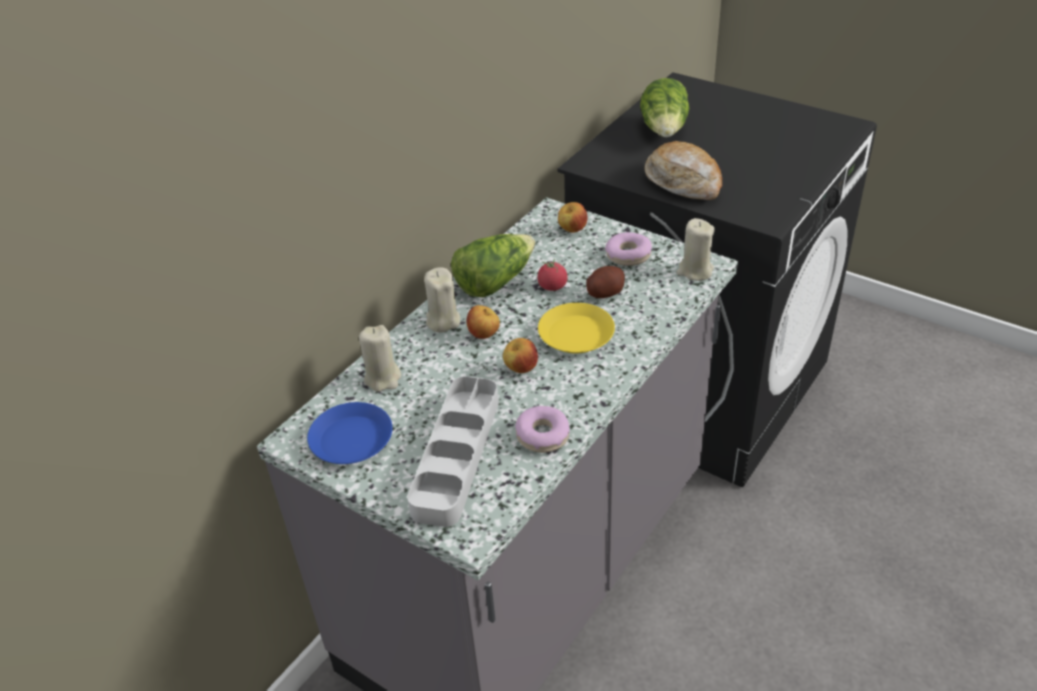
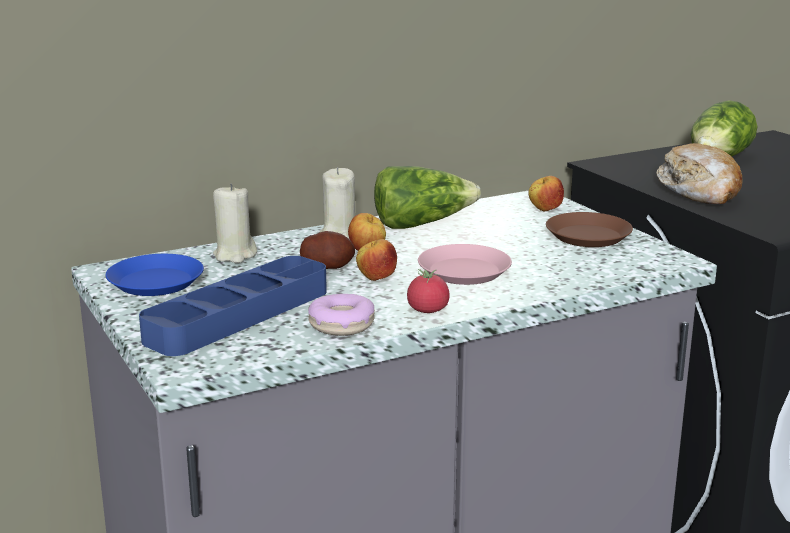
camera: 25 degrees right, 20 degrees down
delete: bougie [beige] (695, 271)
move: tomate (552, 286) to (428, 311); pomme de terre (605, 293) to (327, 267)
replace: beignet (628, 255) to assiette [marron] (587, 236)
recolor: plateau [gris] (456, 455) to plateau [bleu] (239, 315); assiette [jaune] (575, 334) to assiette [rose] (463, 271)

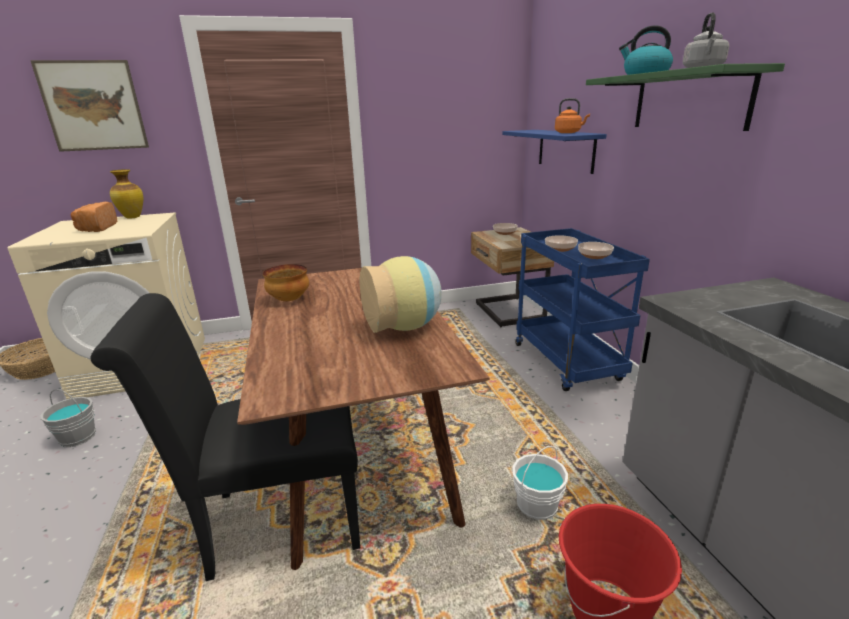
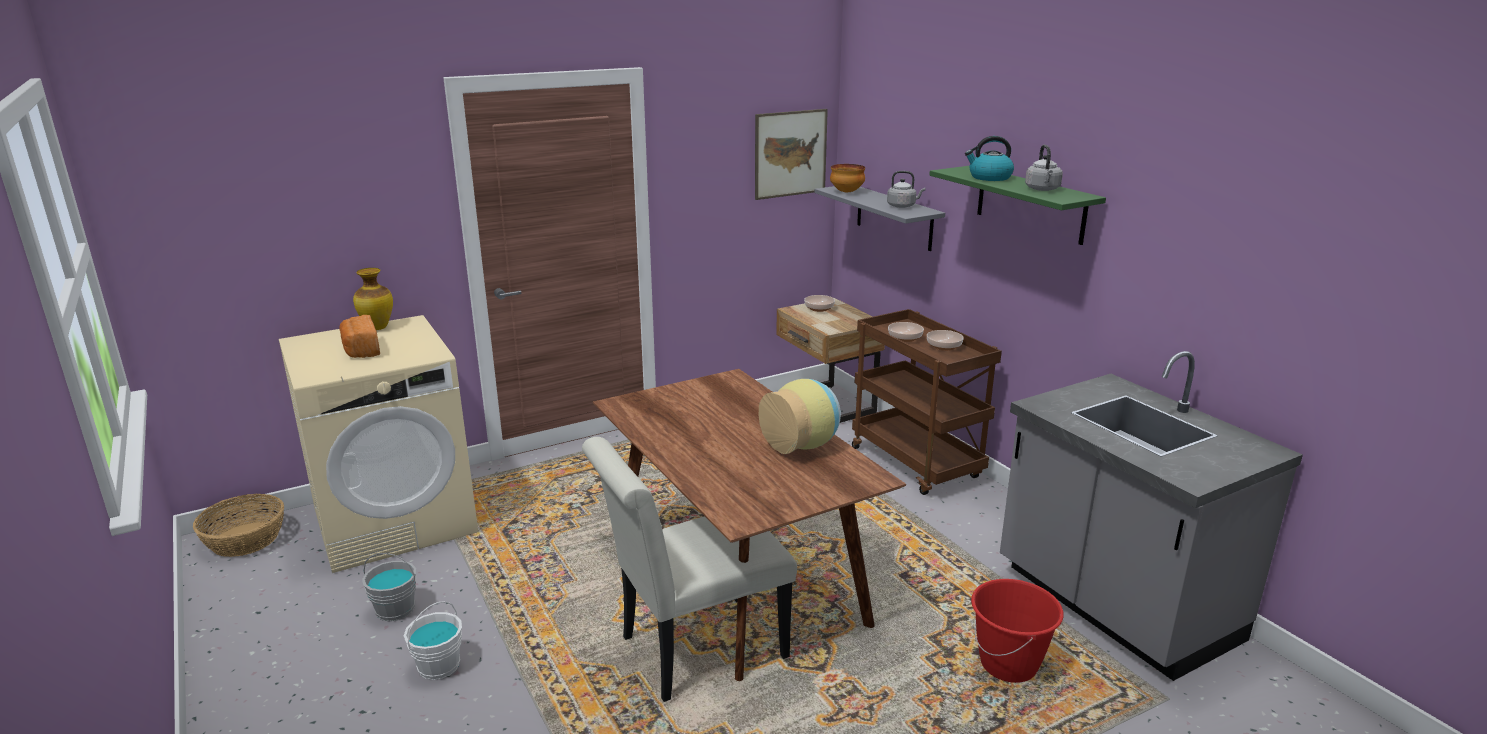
camera: 15 degrees left, 0 degrees up
move: tableau (93, 106) to (790, 153); bol (288, 300) to (846, 192); seau [blanc] (536, 505) to (438, 665)
recolor: chaise [noir] (274, 522) to chaise [blanc] (693, 651); étagère [bleu] (565, 150) to étagère [gris] (894, 217); chariot [bleu] (568, 363) to chariot [marron] (917, 464); bouilloire [orange] (569, 133) to bouilloire [gris] (902, 206)

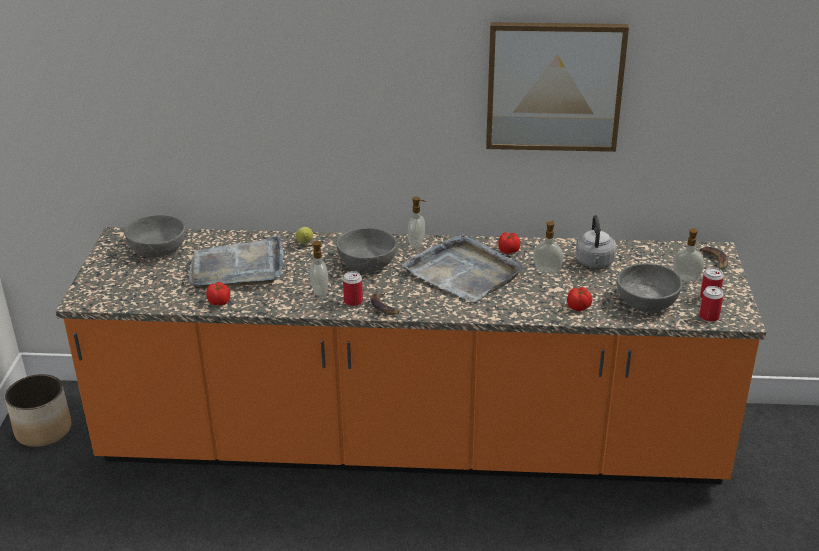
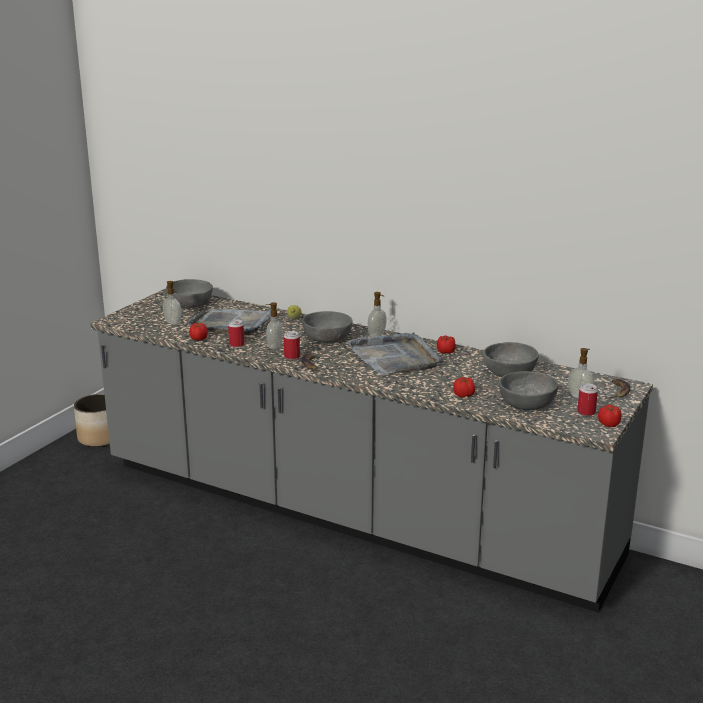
camera: 25 degrees right, 10 degrees down
delete: tableau (554, 86)
insert: tomate (609, 424)
move: distributeur de savon (547, 270) to (173, 322); boîte métallique (709, 317) to (236, 345)
replace: bouilloire [gris] (594, 263) to bol [gris] (509, 372)
recolor: comptoir de cuisine [orange] (411, 442) to comptoir de cuisine [gris] (351, 512)

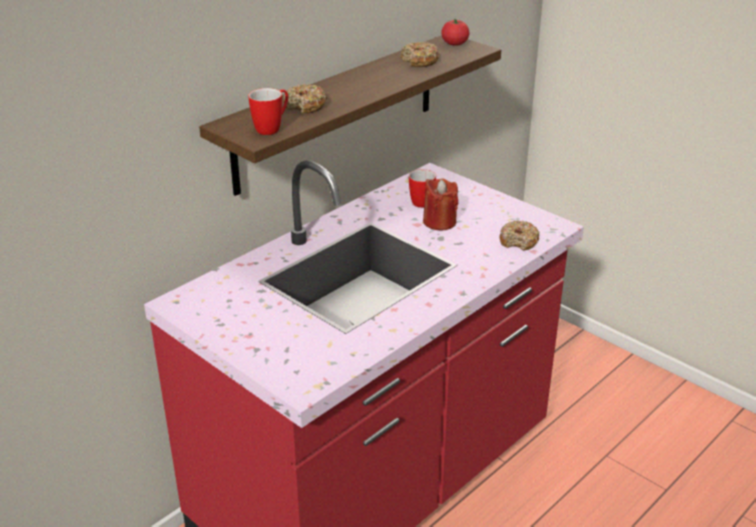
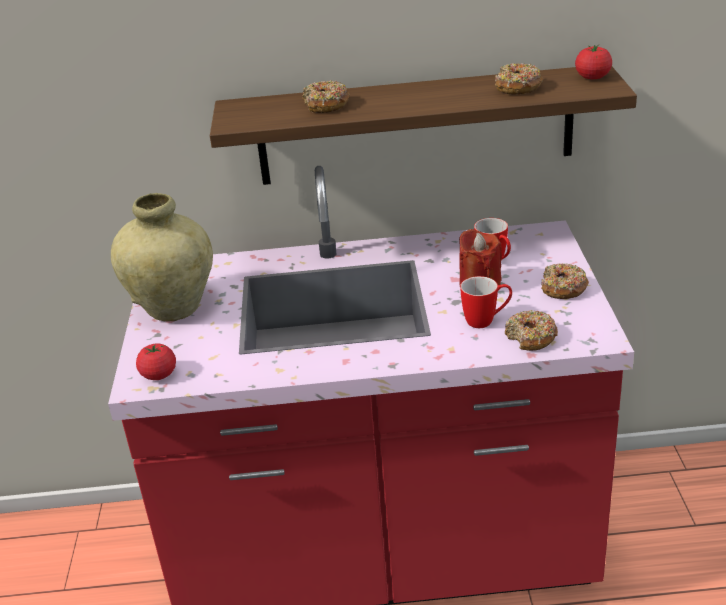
camera: 45 degrees right, 0 degrees up
insert: vase [beige] (173, 308); tomate (159, 375); beignet (563, 288)
move: mug (272, 128) to (486, 321)

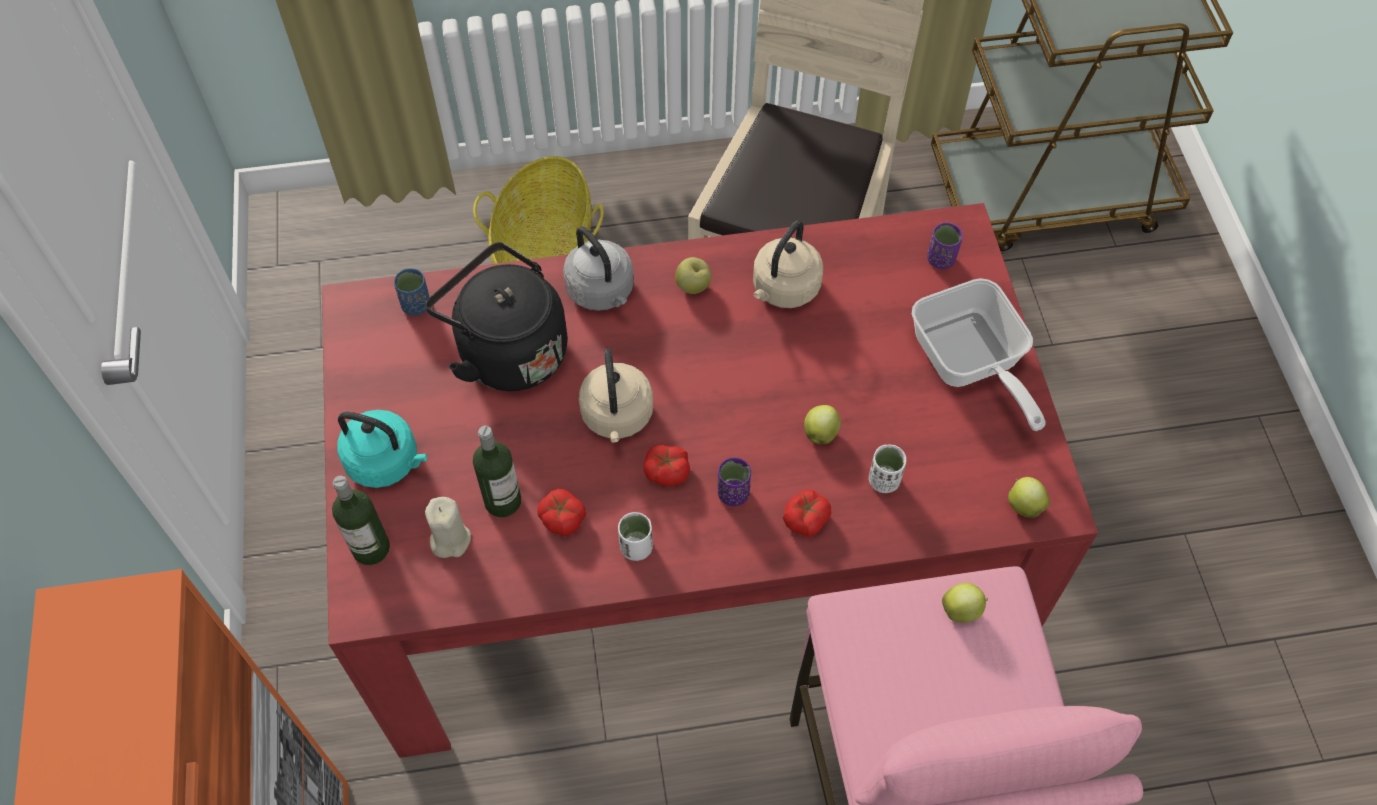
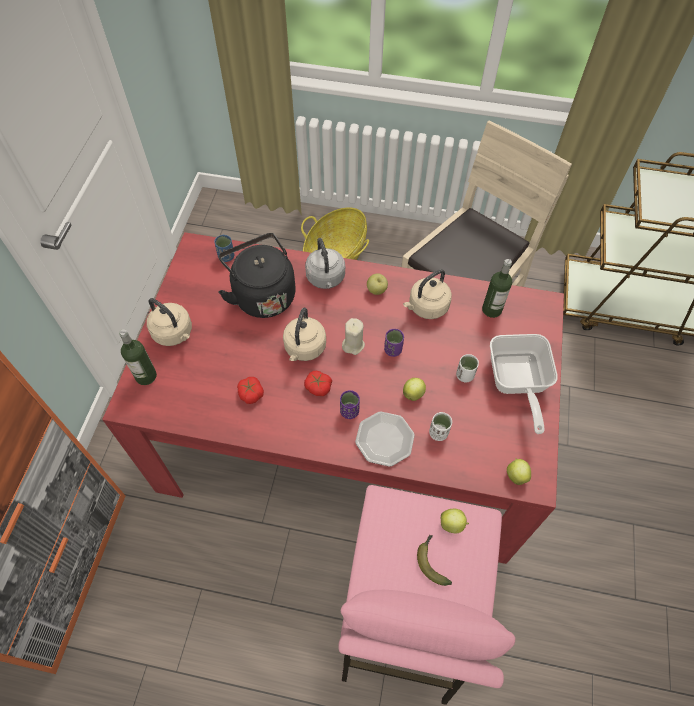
camera: 20 degrees right, 0 degrees up
insert: banane (431, 561)
move: bougie [beige] (450, 539) to (353, 344); bouteille (503, 501) to (491, 309); tasse [blanc] (636, 547) to (464, 375); tasse [violet] (941, 260) to (393, 350)
replace: tomate (805, 519) to assiette (384, 439)
recolor: bouilloire [turquoise] (386, 462) to bouilloire [beige] (174, 333)

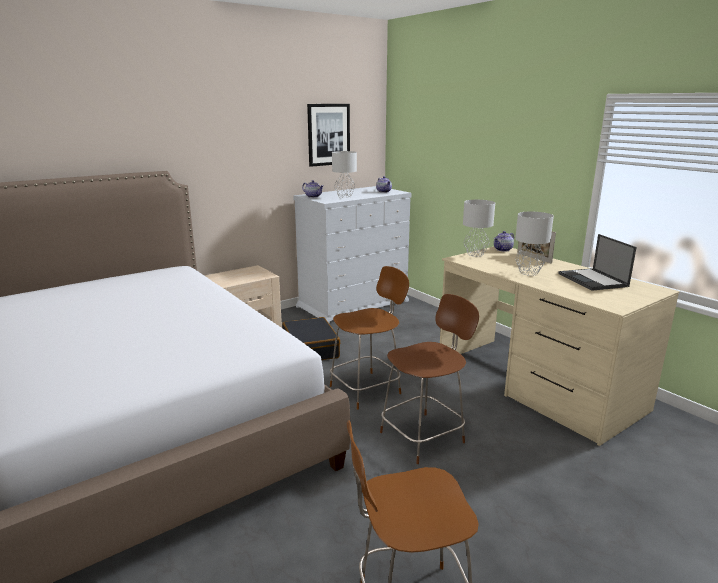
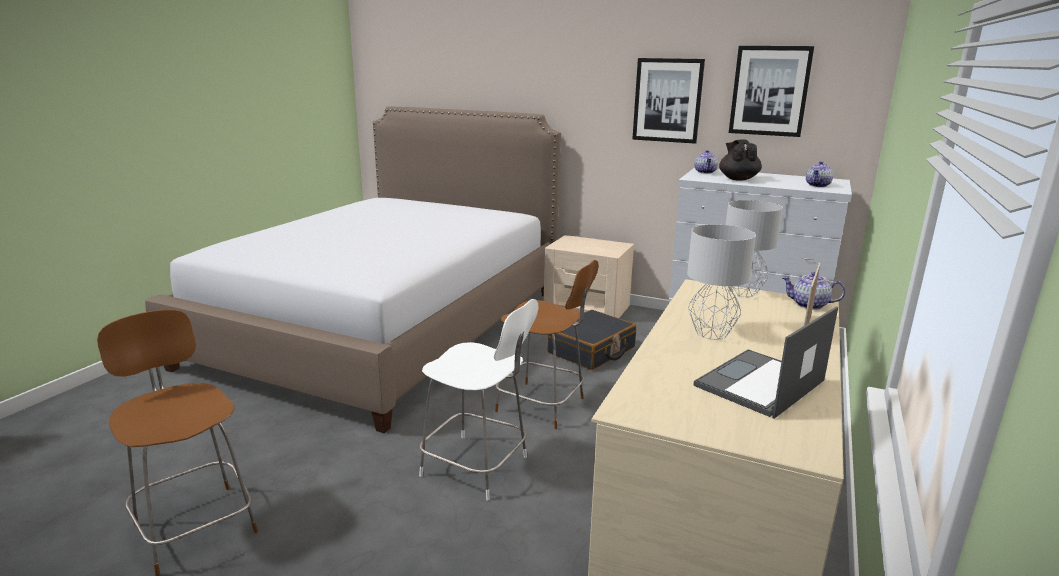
camera: 60 degrees right, 0 degrees up
insert: tableau (667, 100)
replace: lampe de table [gris] (344, 196) to théière [noir] (738, 179)
recolor: chaise [marron] (424, 436) to chaise [blanc] (478, 467)

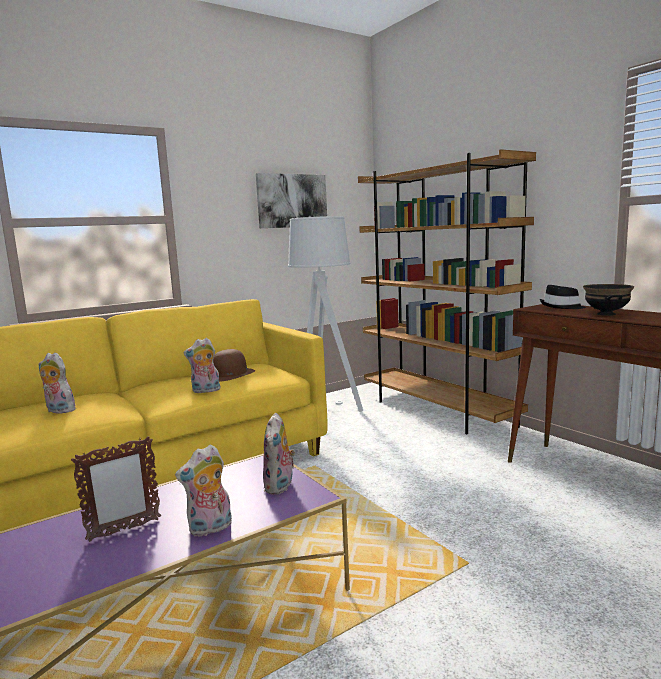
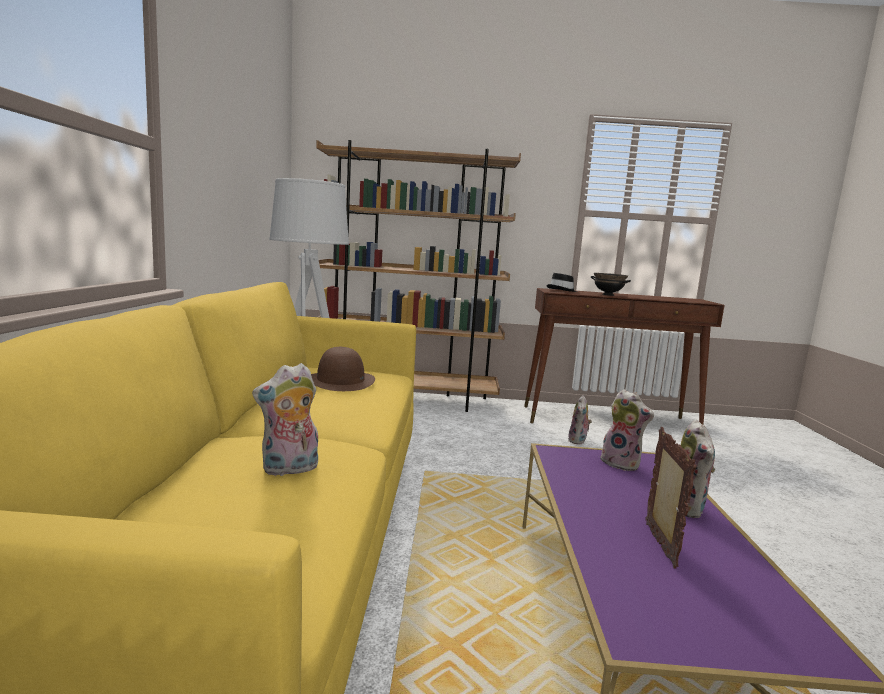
camera: 55 degrees left, 0 degrees up
delete: tableau (292, 201)
move: peluche (205, 391) to (578, 441)

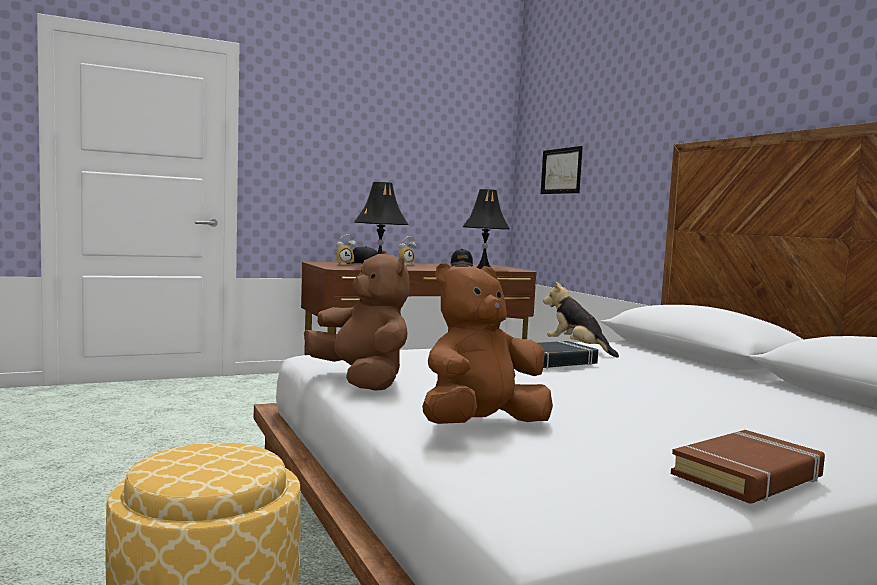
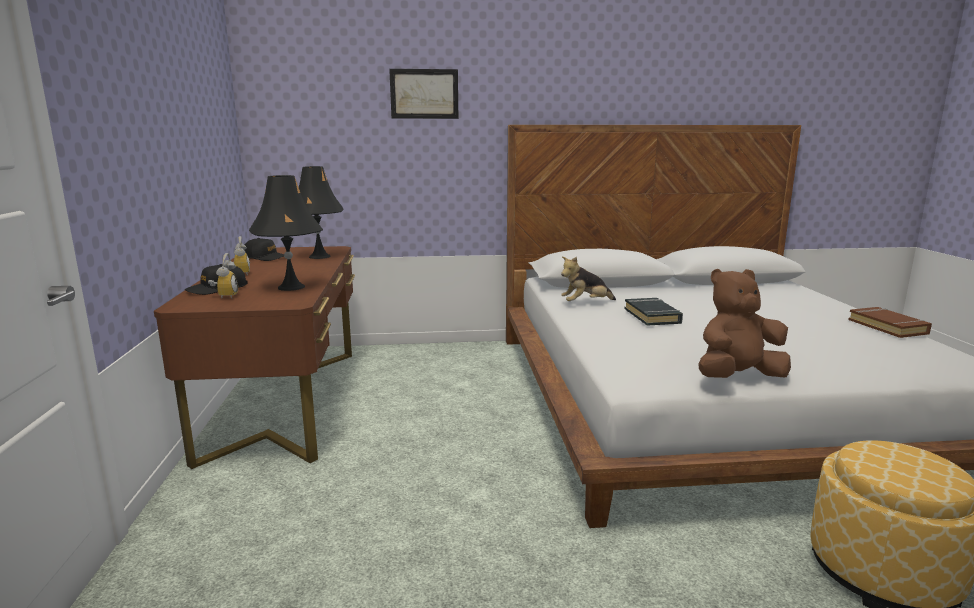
camera: 70 degrees left, 10 degrees up
delete: peluche [marron] (481, 426)
move: tableau (561, 171) to (424, 94)

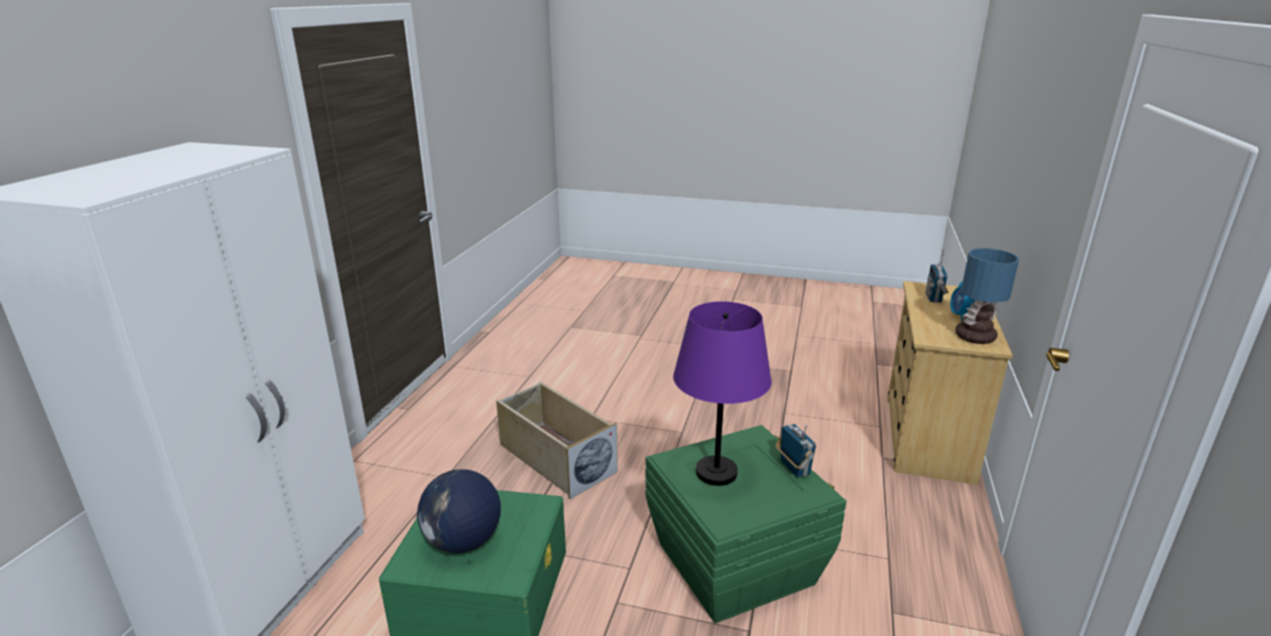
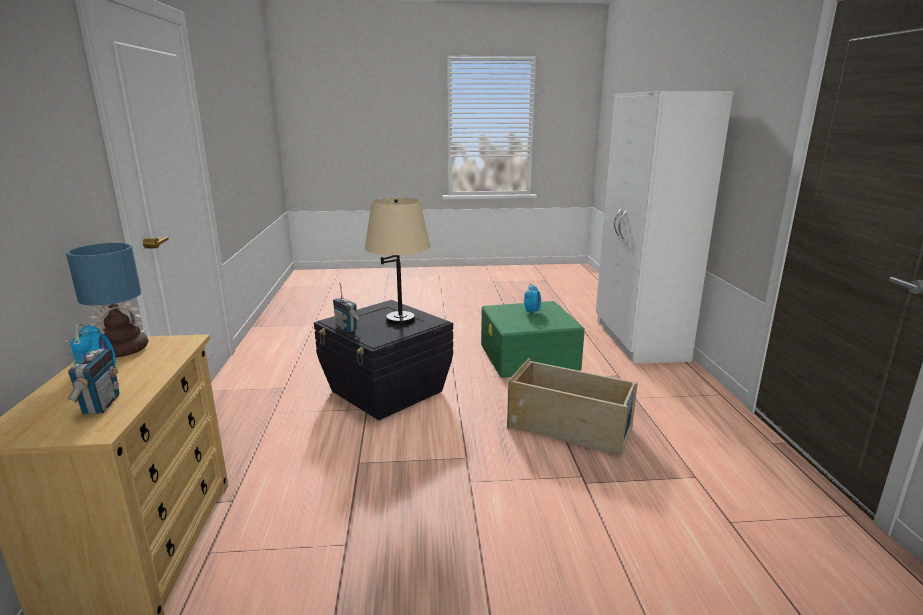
camera: 160 degrees right, 5 degrees down
replace: globe (463, 542) to réveil (532, 312)
recolor: boîte de rangement [vert] (735, 562) to boîte de rangement [noir] (386, 391); lampe de table [violet] (716, 473) to lampe de table [beige] (400, 319)

